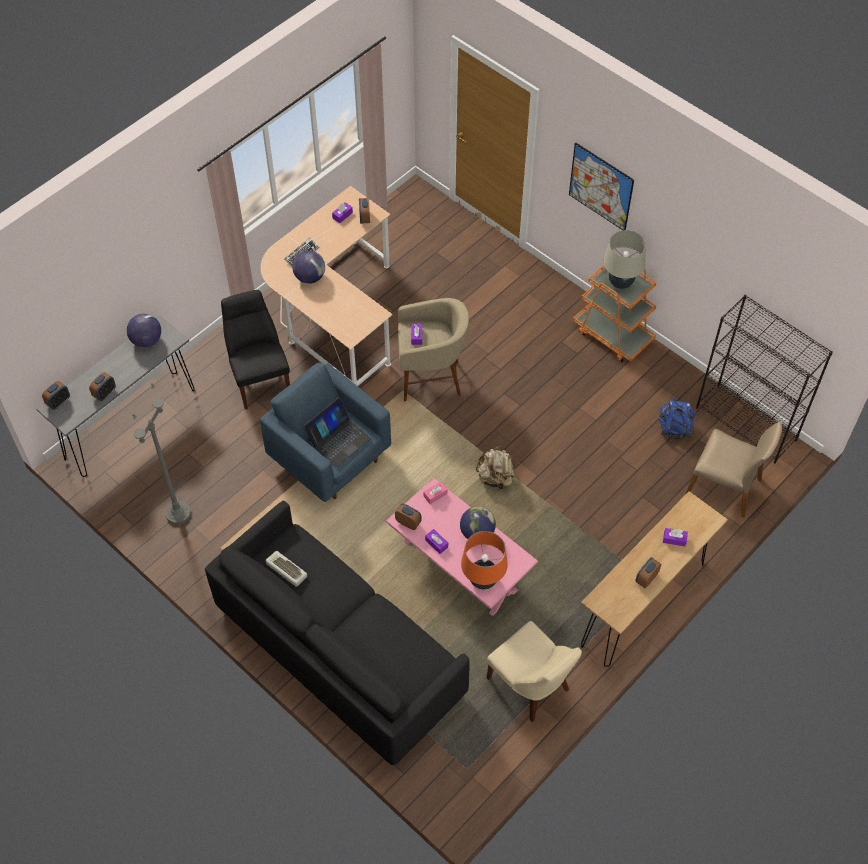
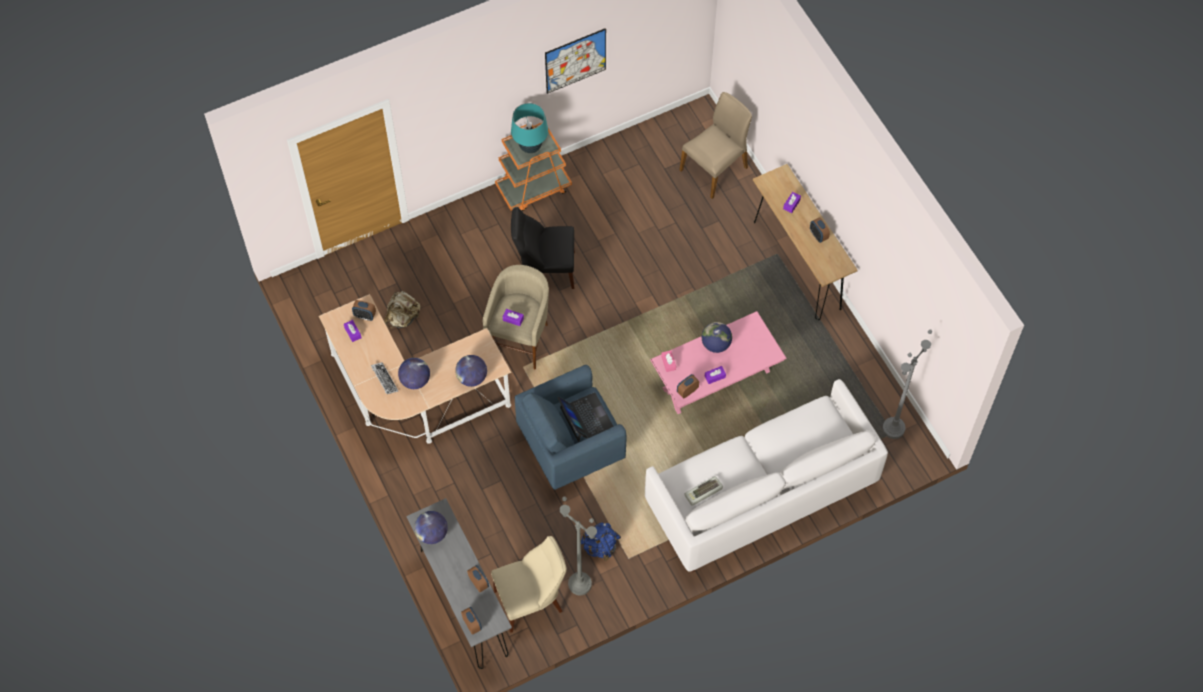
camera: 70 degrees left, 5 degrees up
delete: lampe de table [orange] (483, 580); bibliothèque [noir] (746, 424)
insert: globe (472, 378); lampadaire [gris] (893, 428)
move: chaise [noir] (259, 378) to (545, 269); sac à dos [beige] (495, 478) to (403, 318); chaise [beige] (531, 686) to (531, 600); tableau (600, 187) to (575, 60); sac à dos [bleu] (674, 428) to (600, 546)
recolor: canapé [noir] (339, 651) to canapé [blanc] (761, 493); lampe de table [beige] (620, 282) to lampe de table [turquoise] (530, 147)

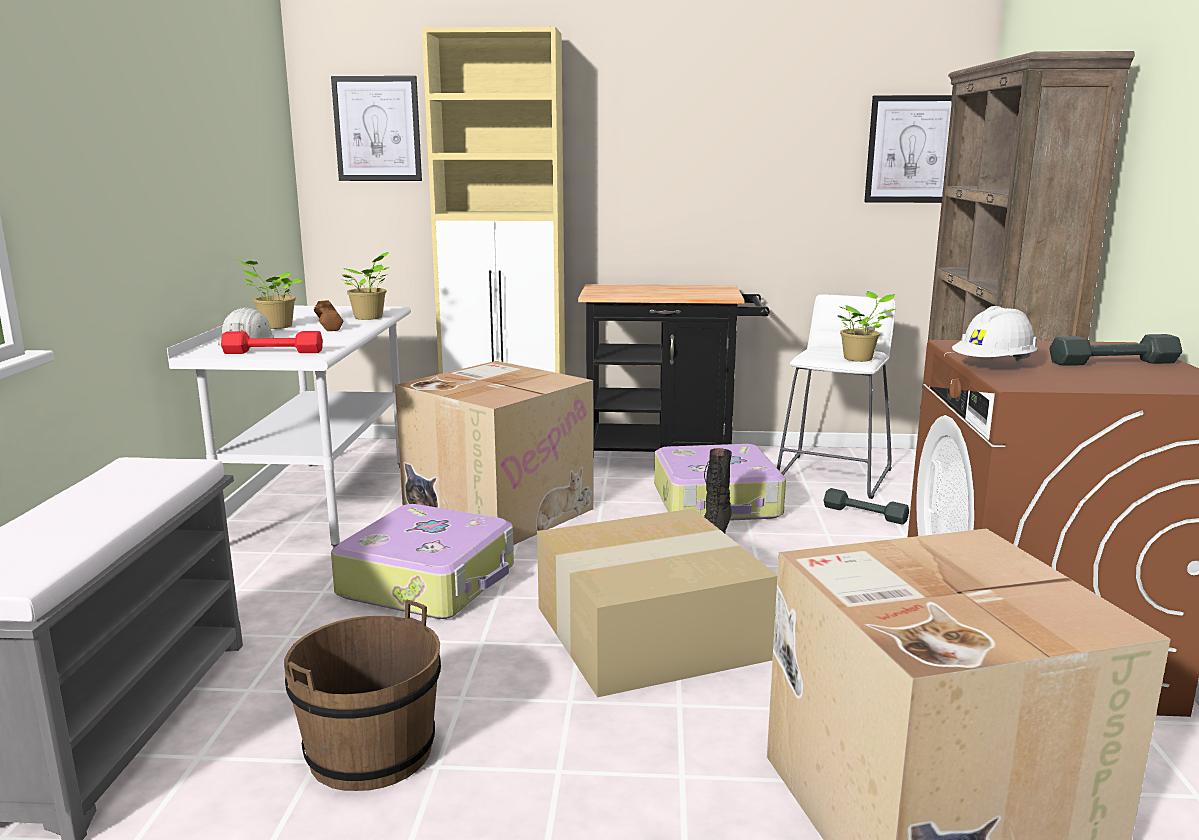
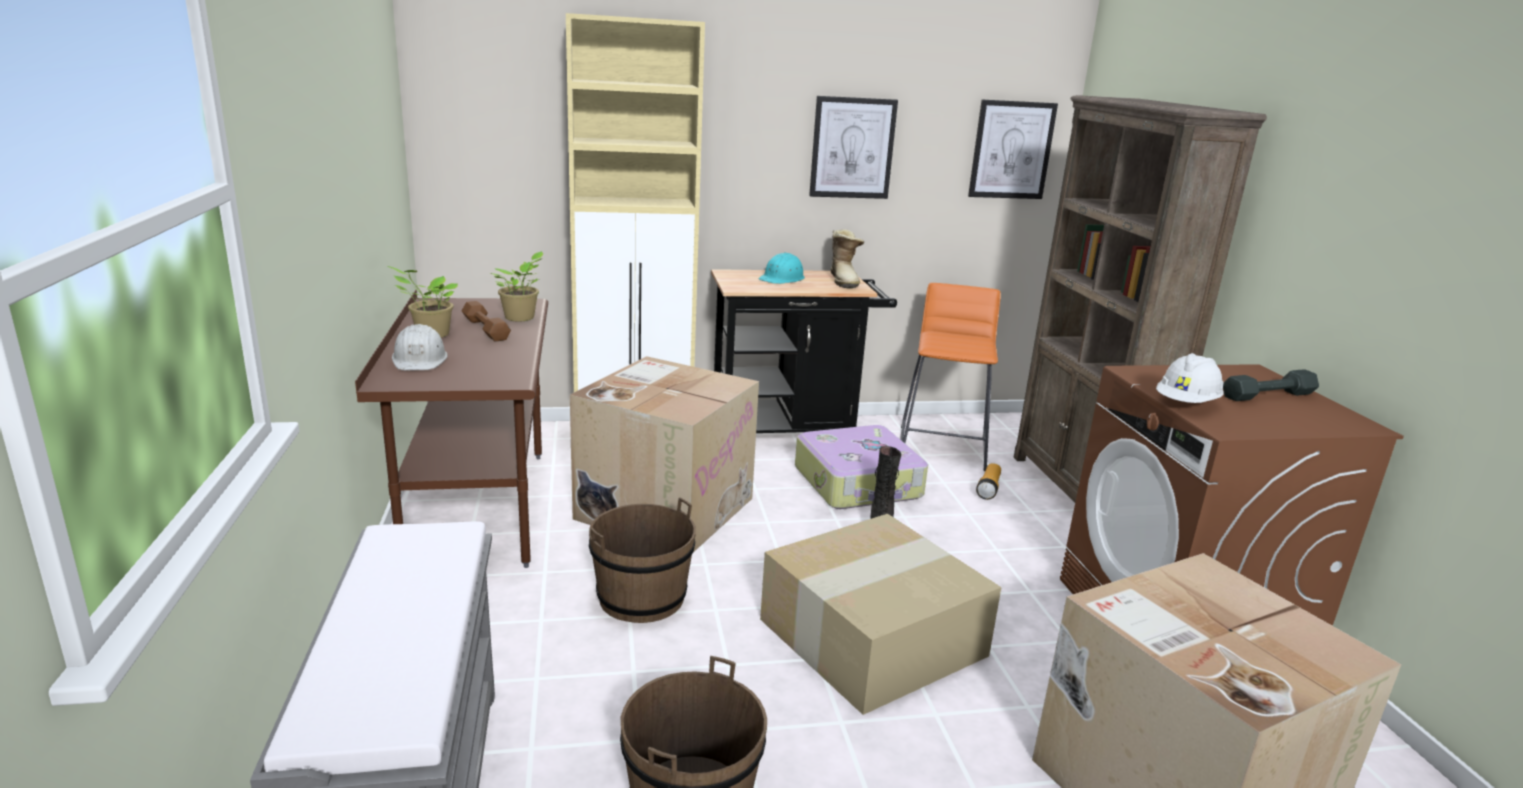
camera: 15 degrees left, 5 degrees up
delete: haltère [rouge] (273, 352); plante en pot (860, 358)
insert: casque de chantier [turquoise] (782, 278); botte (845, 281)
move: tableau (377, 129) to (852, 148)
replace: valise (430, 581) to seau [marron] (641, 597); haltère [gris] (865, 514) to lampe de poche (988, 489)
recolor: bureau [blanc] (320, 502) to bureau [marron] (478, 508); tabouret [blanc] (833, 476) to tabouret [orange] (943, 447)

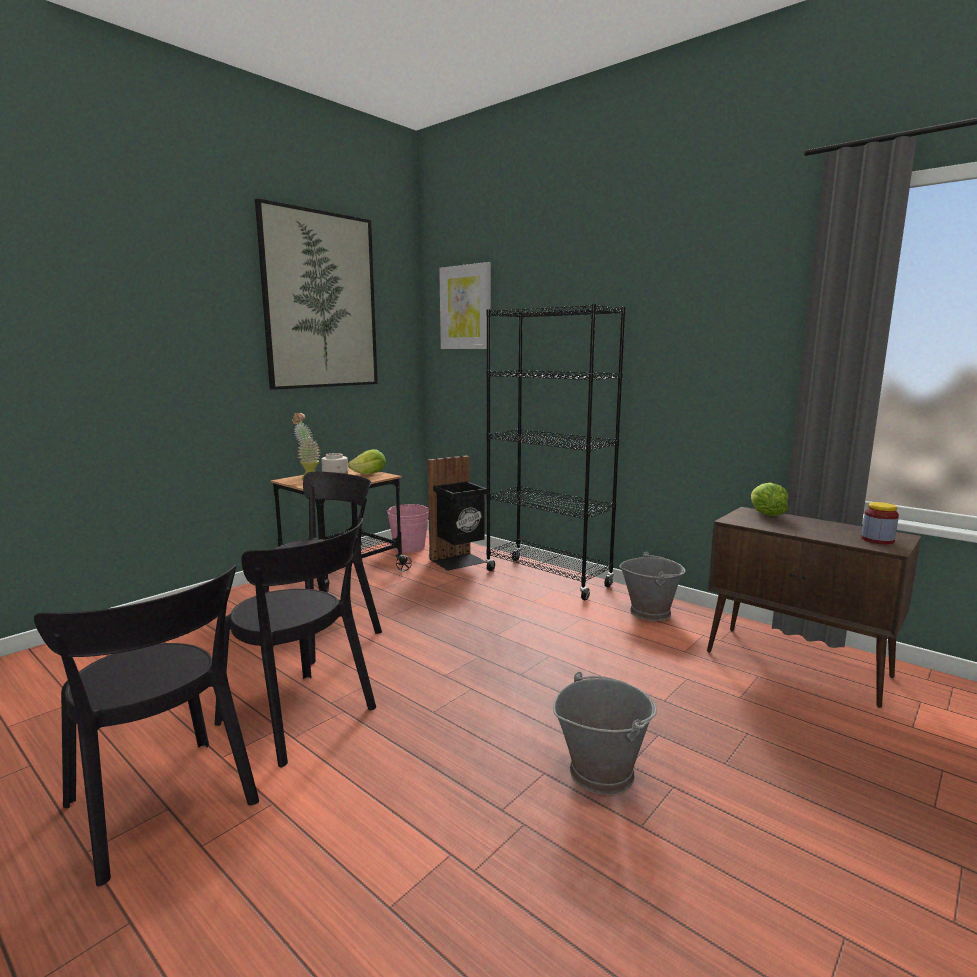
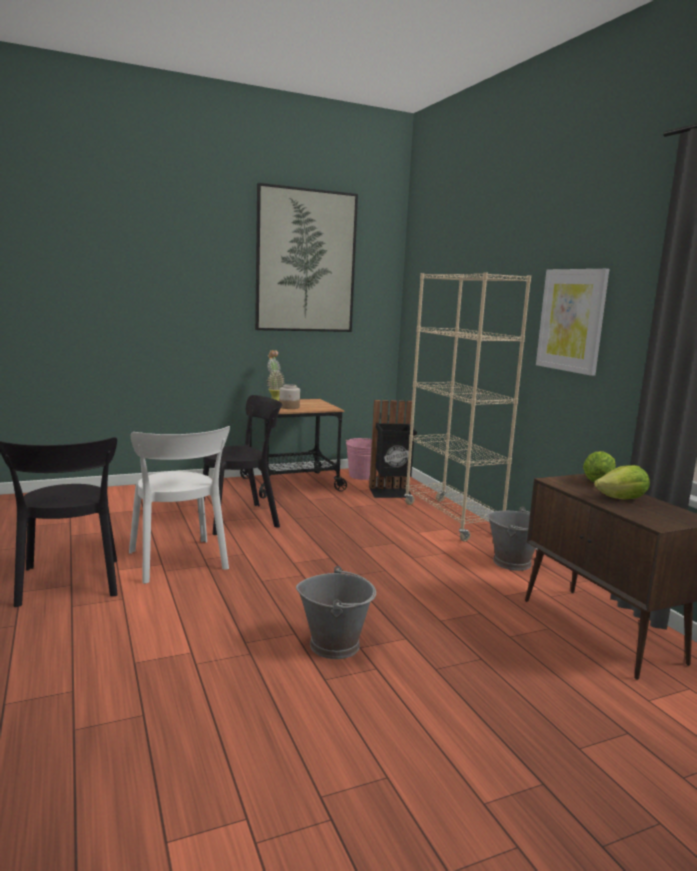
camera: 25 degrees right, 0 degrees up
delete: bocal (877, 540)
move: laitue (369, 474) to (622, 499); tableau (465, 307) to (571, 320)
recolor: chaise [noir] (301, 718) to chaise [blanc] (178, 562); bibliothèque [noir] (548, 578) to bibliothèque [beige] (451, 519)

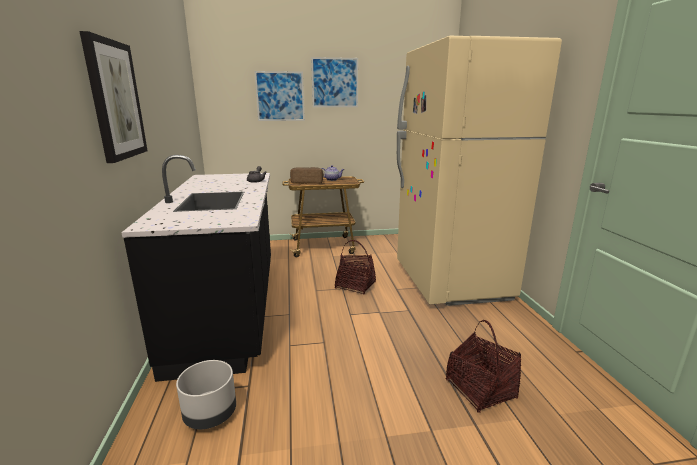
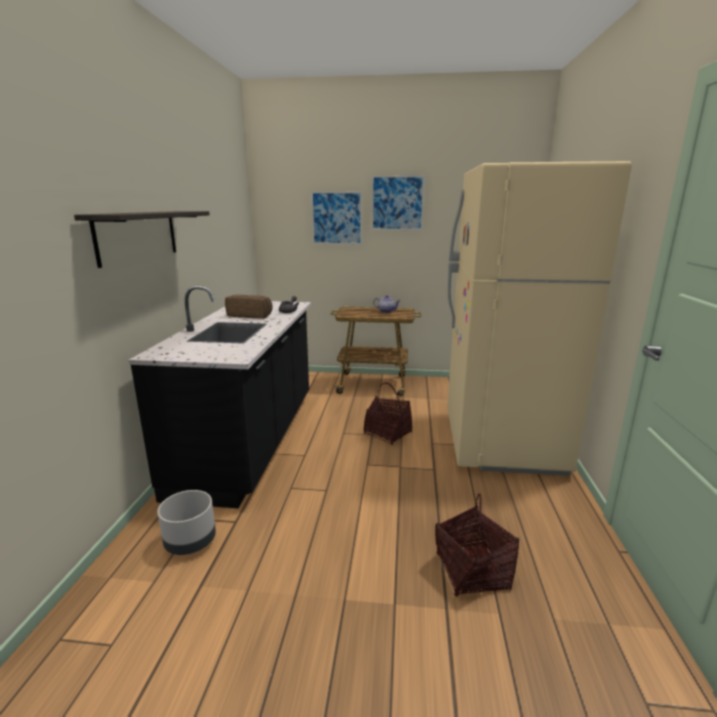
camera: 15 degrees right, 0 degrees up
move: pain (307, 182) to (250, 315)
replace: tableau (115, 100) to étagère (138, 236)

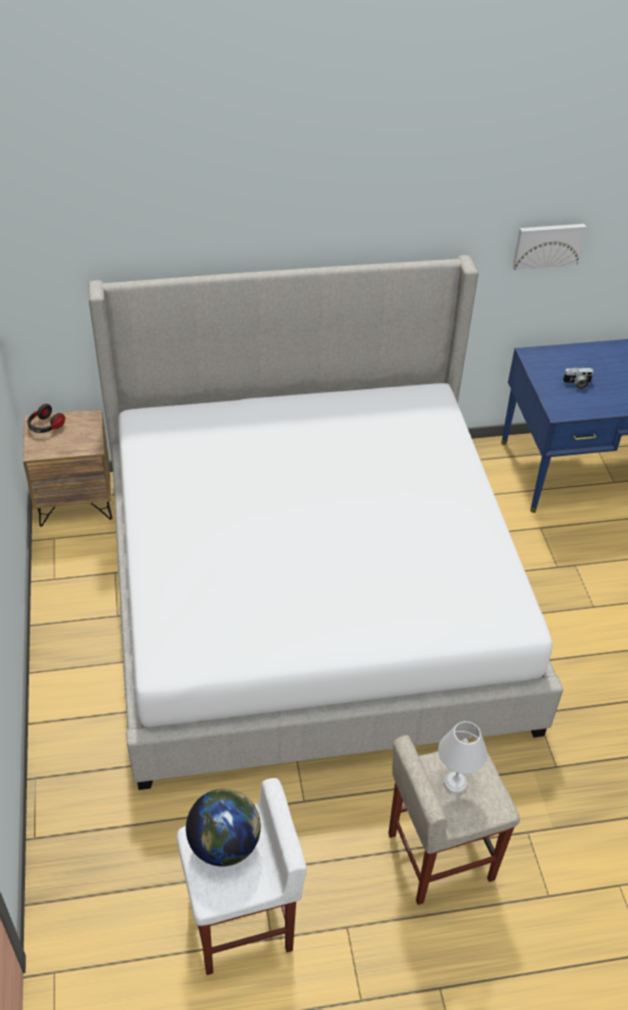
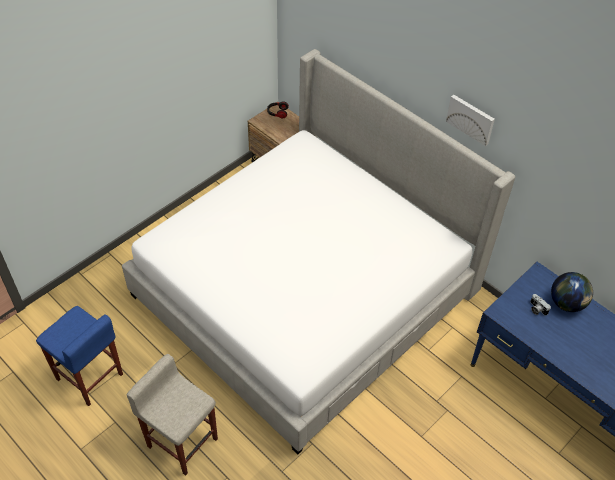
camera: 55 degrees right, 5 degrees up
delete: lampe de table [blanc] (456, 782)
move: globe (224, 844) to (567, 303); tableau (548, 245) to (471, 119)
recolor: tabouret [blanc] (242, 922) to tabouret [bleu] (90, 377)

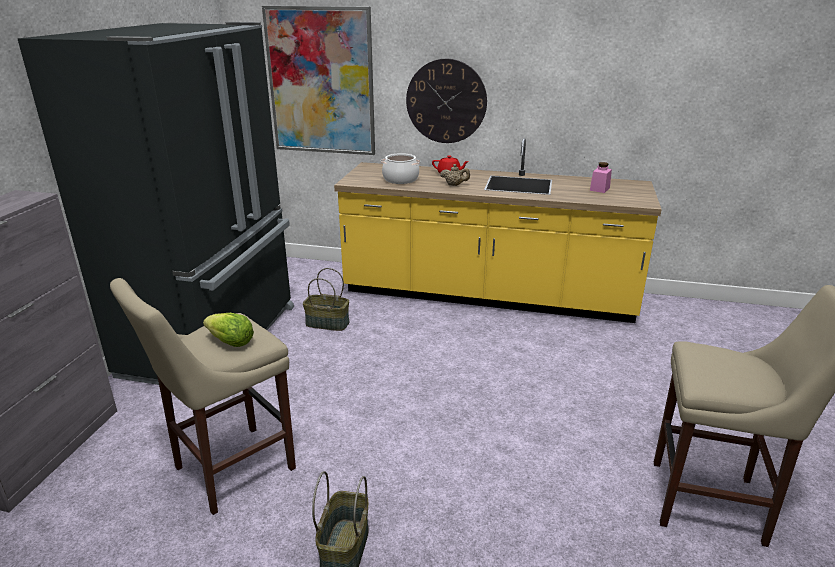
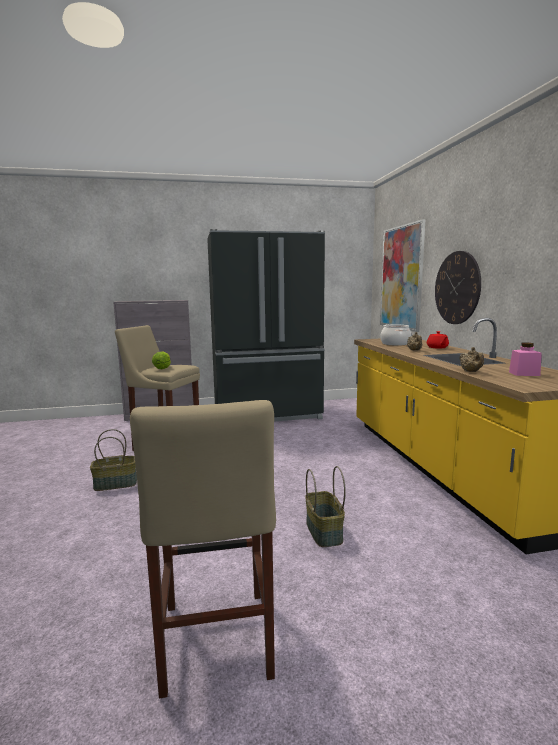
camera: 65 degrees right, 15 degrees down
insert: théière [beige] (471, 371)
move: panier (327, 324) to (323, 531)

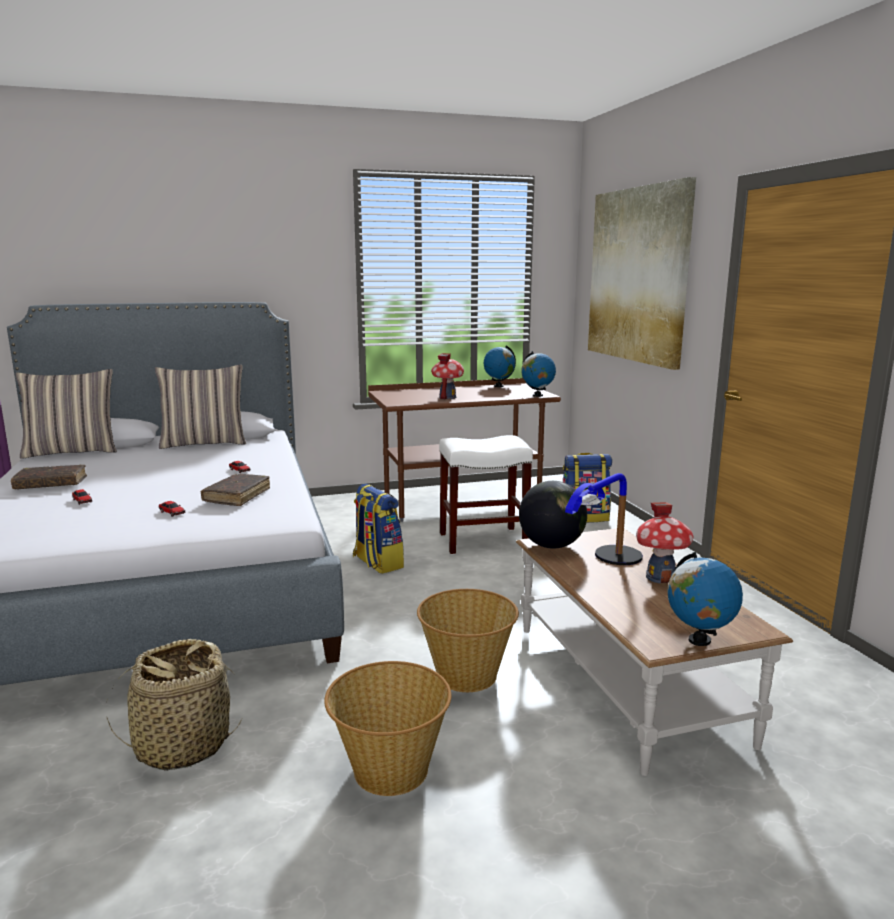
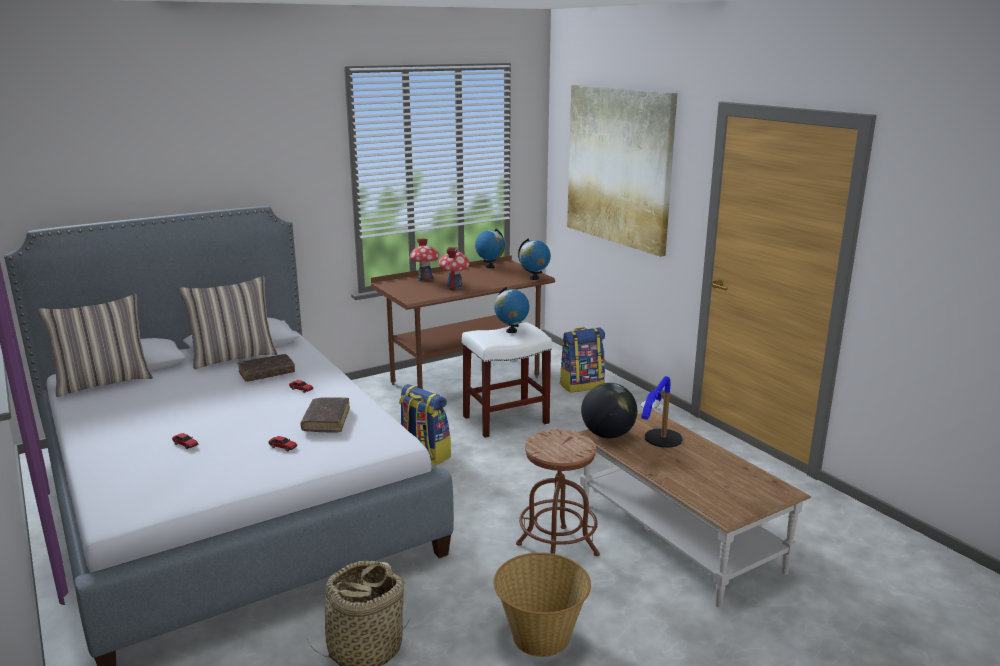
camera: 15 degrees left, 5 degrees up
move: livre [marron] (51, 484) to (267, 373); maison miniature (660, 577) to (425, 279); globe (699, 640) to (511, 331)
replace: panier (467, 674) to tabouret [marron] (557, 549)

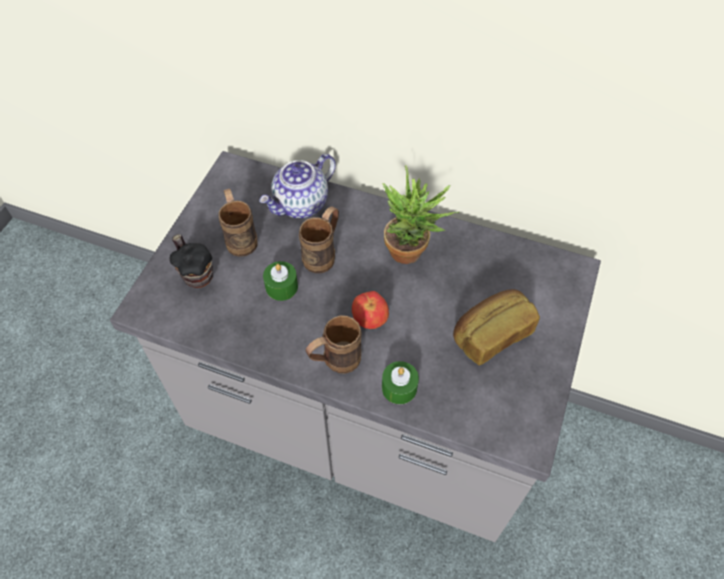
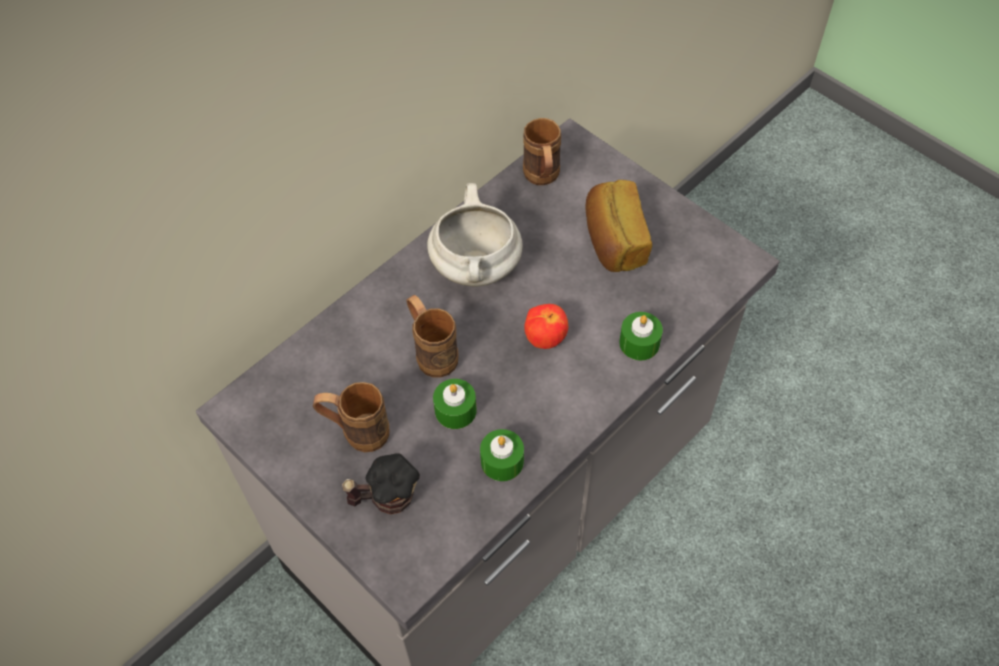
camera: 65 degrees left, 0 degrees up
delete: théière (301, 204)
insert: bougie [vert] (502, 461)
move: mug [marron] (334, 362) to (542, 179)
replace: plante en pot (412, 253) to marmite [blanc] (477, 267)

